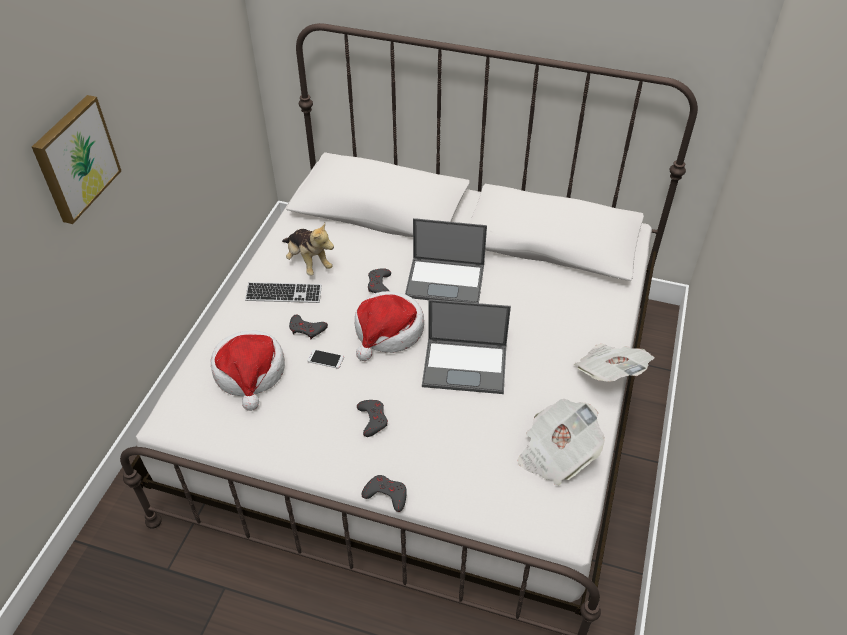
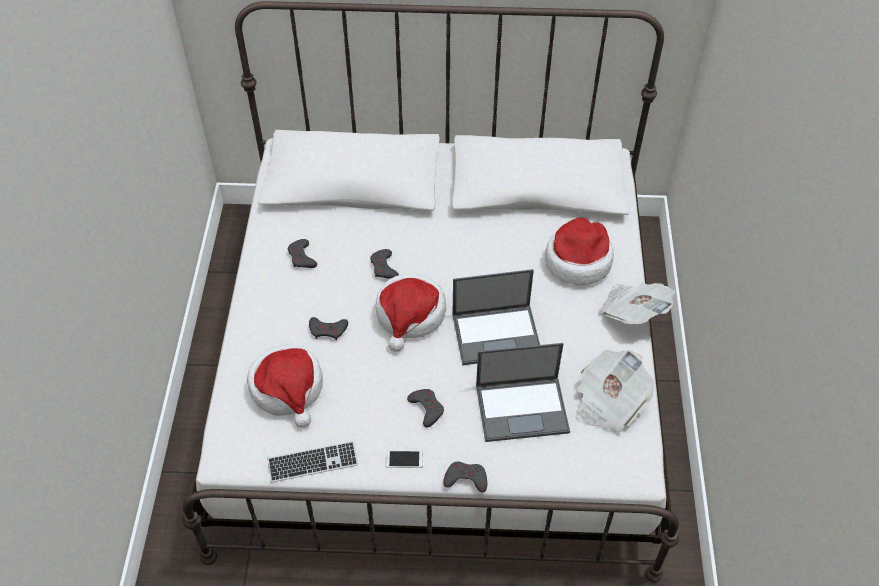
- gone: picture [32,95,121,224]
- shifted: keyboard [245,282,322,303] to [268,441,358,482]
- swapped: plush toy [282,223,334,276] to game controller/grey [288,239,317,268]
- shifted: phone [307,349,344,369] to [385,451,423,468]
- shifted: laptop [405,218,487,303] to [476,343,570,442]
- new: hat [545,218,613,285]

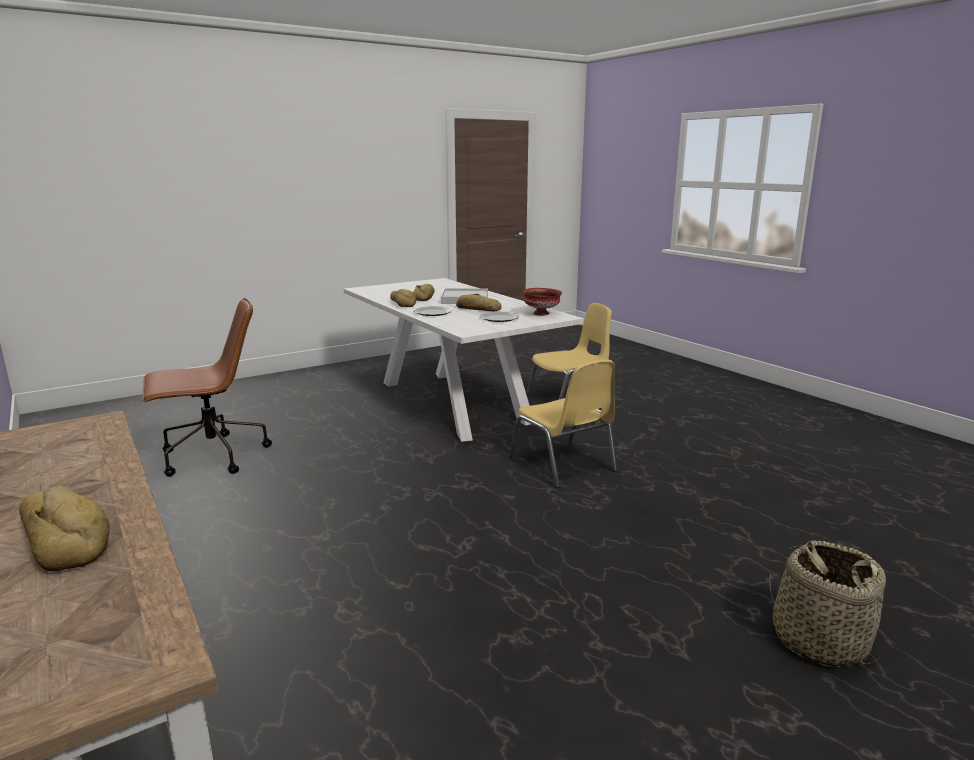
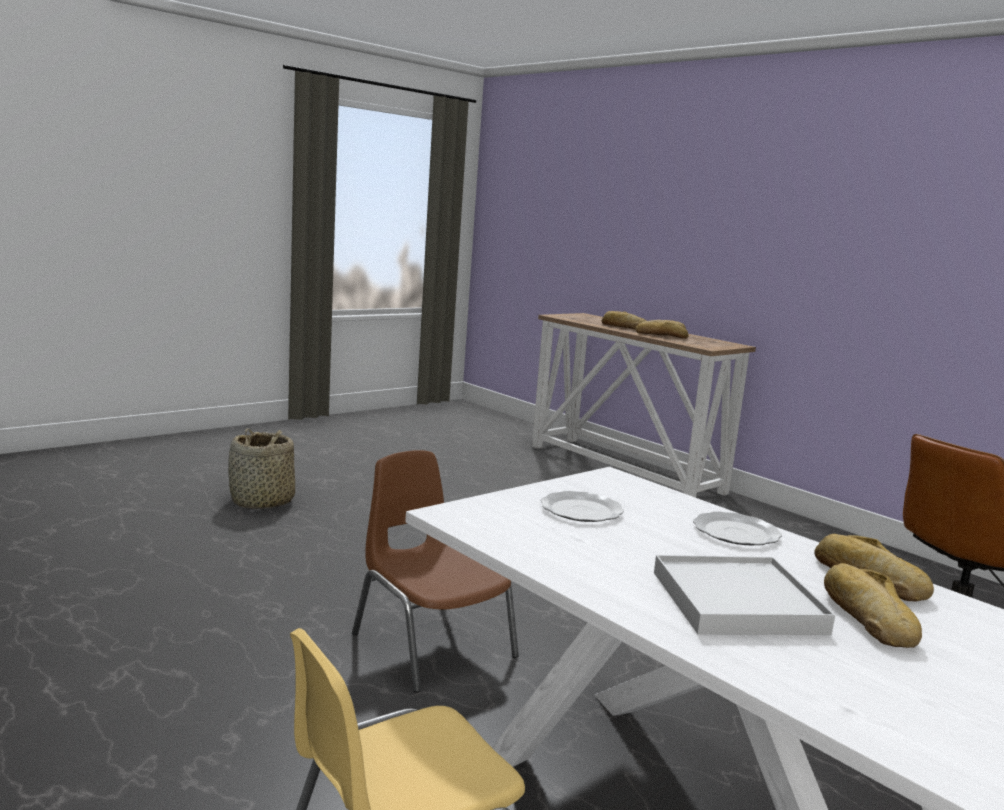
- shifted: bread [456,294,501,312] to [635,320,688,338]
- repainted: chair/yellow [509,359,617,488] to chair/brown [352,450,519,693]
- gone: bowl/red [522,288,562,316]

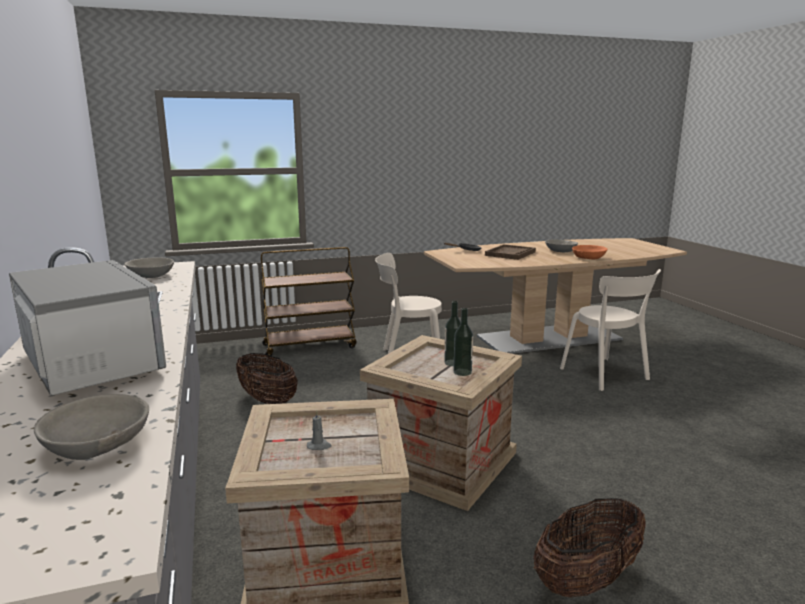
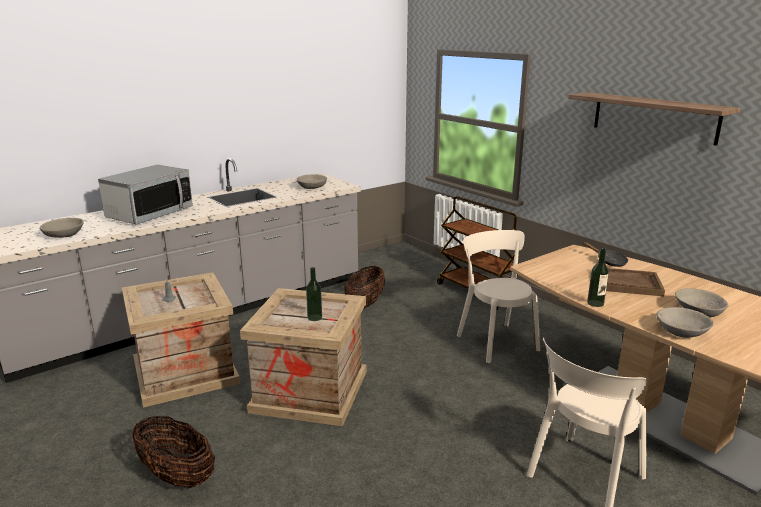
- shifted: bottle [453,308,473,376] to [587,248,609,307]
- repainted: bowl/orange [572,245,608,259] to bowl/grey [656,307,713,338]
- new: shelf [568,92,741,146]

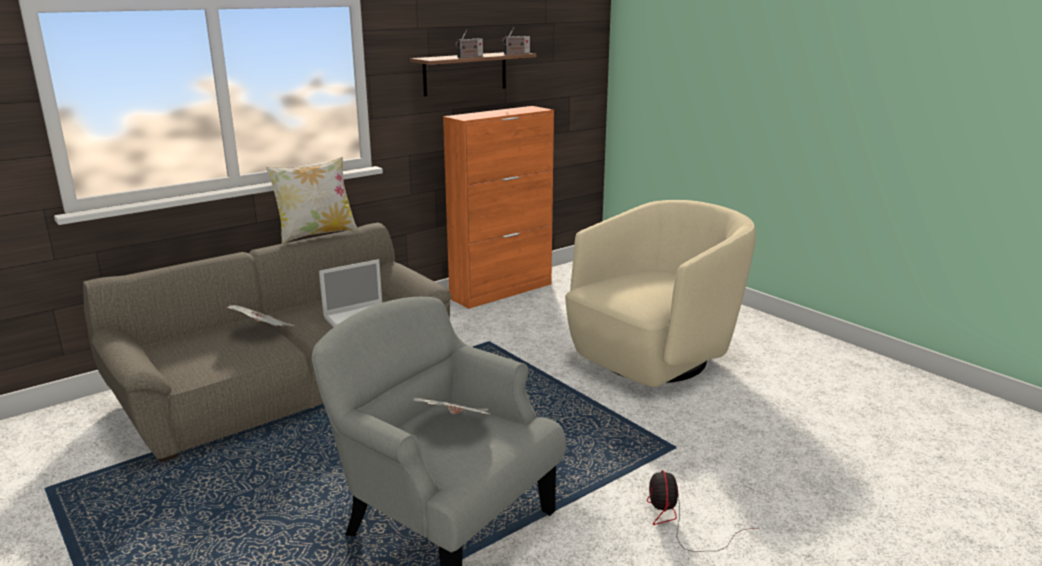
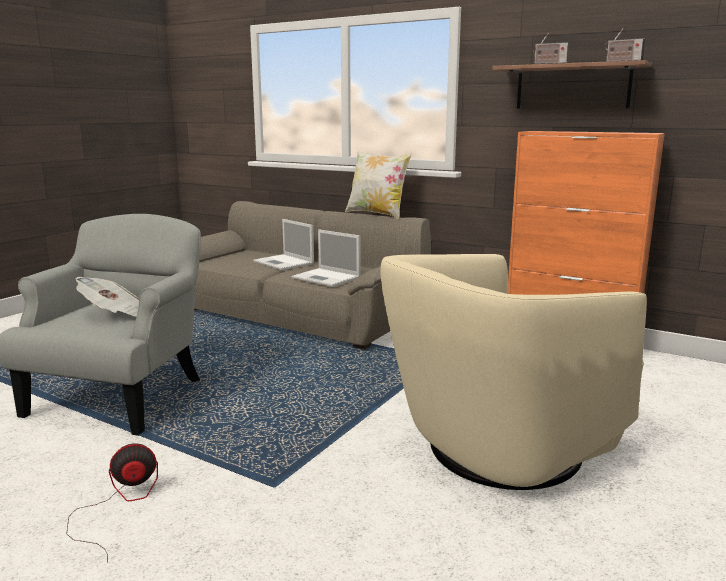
- swapped: newspaper [227,305,294,327] to laptop [253,219,314,271]
- rotated: armchair/beige [565,200,756,387] = [380,254,647,490] 120 degrees clockwise

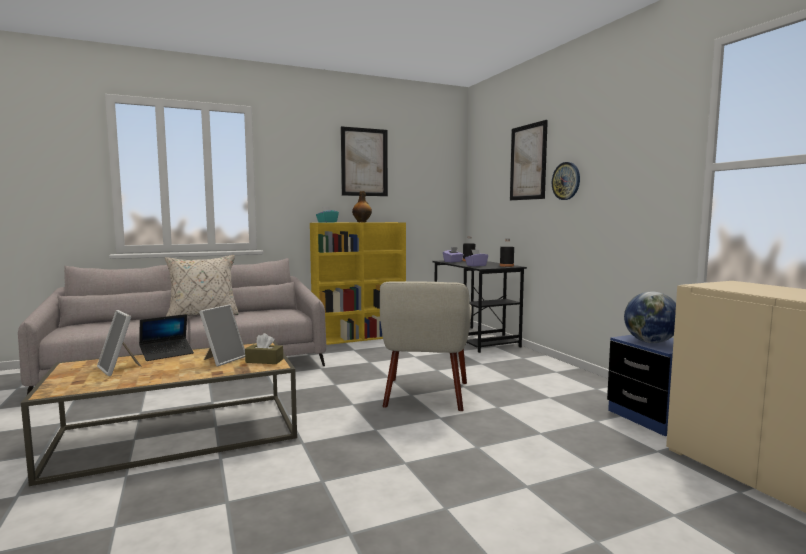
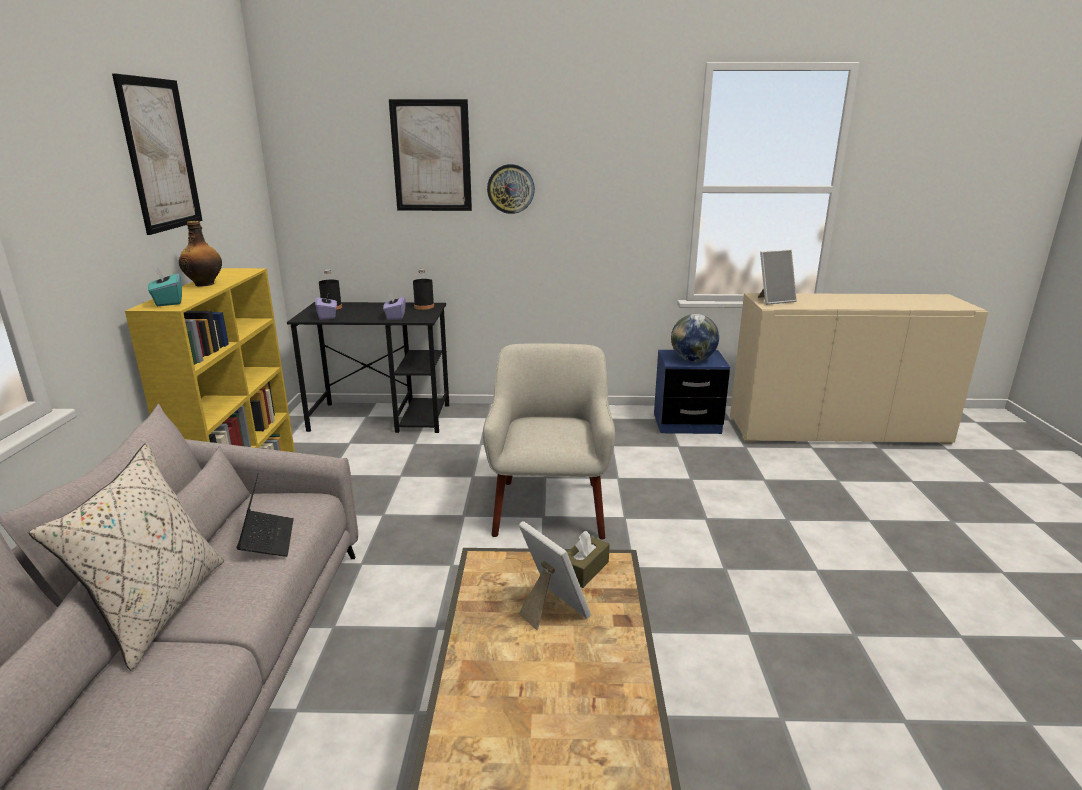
- shifted: picture frame [97,310,142,376] to [758,250,797,305]
- shifted: laptop [139,314,194,361] to [237,473,294,557]
- rotated: armchair/beige [380,281,472,411] = [483,343,615,540] 120 degrees counterclockwise

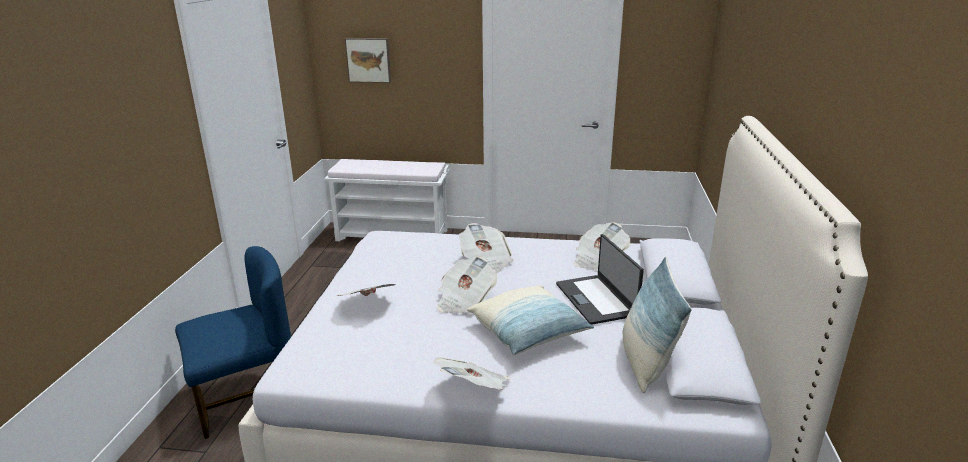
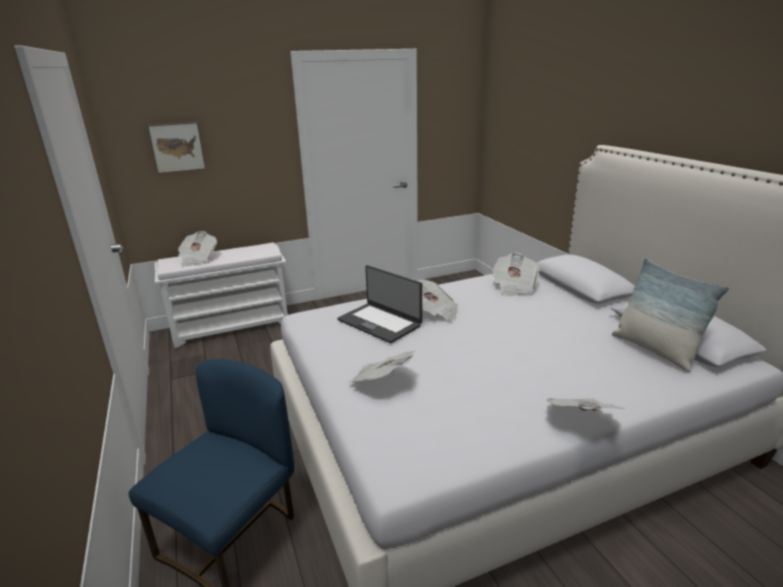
- shifted: newspaper [437,256,497,314] to [178,231,217,267]
- gone: pillow [467,285,594,355]
- shifted: laptop [556,234,644,325] to [337,265,422,343]

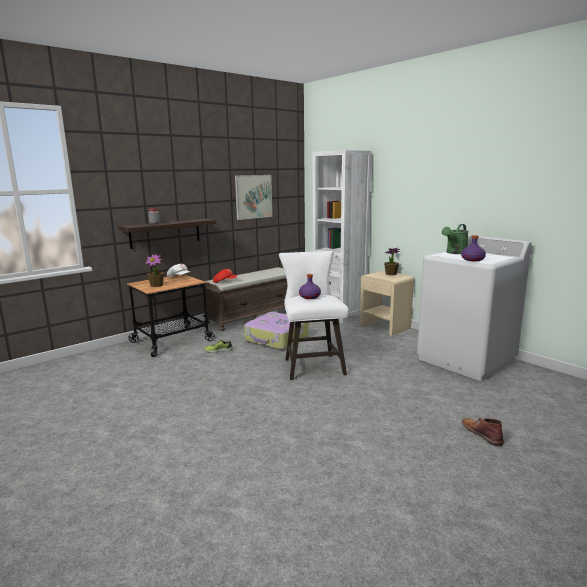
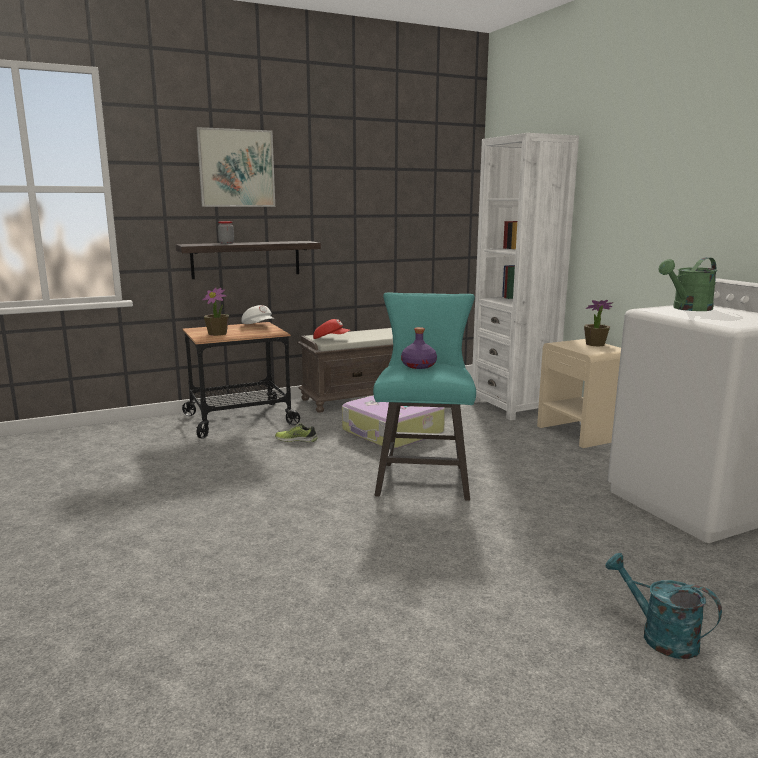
- shifted: picture [235,175,272,220] to [196,127,275,207]
- repainted: stool/white [279,251,349,380] to stool/turquoise [373,293,476,501]
- gone: bottle/purple [461,235,486,261]
- swapped: boot/brown [462,418,504,446] to watering can/turquoise [605,553,722,659]

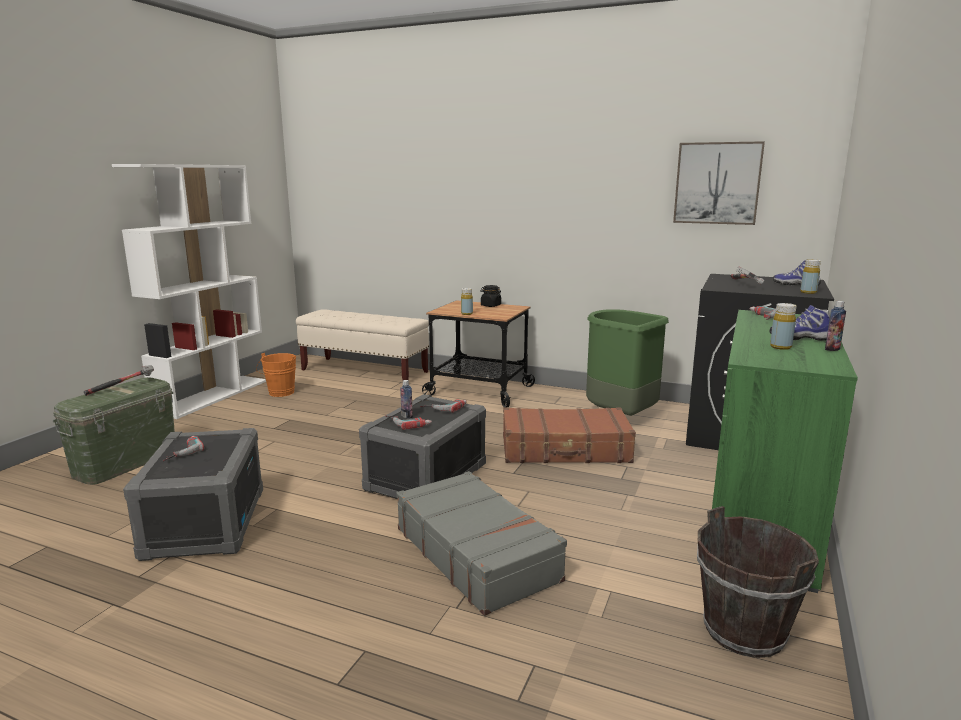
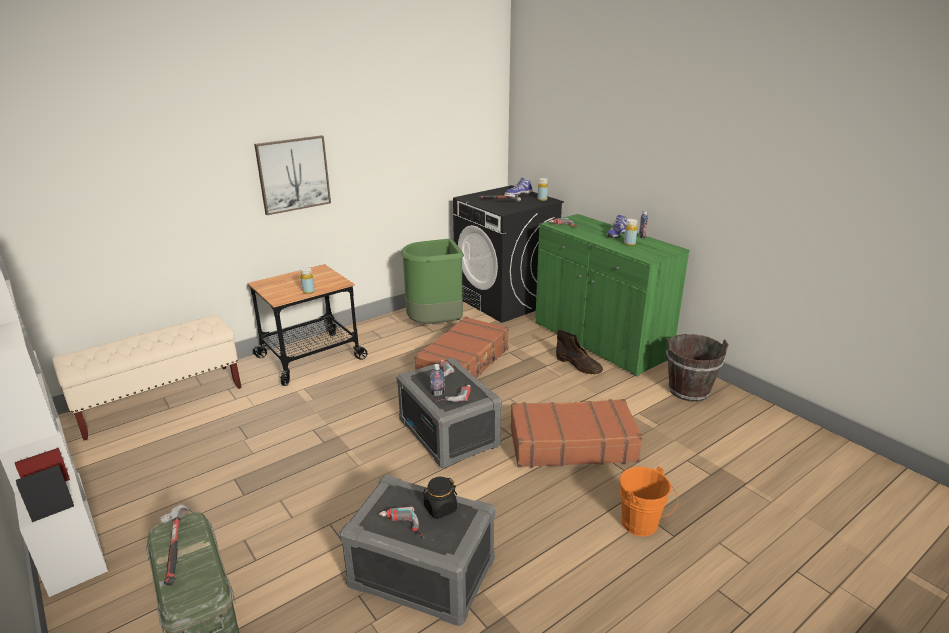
- shifted: bucket/orange [256,353,296,397] to [620,466,678,536]
- repainted: suitcase/grey [396,471,567,616] to suitcase/brown [511,399,643,467]
- shifted: jar/black [480,285,501,307] to [422,477,457,519]
- shifted: picture [673,141,765,225] to [254,135,331,215]
- new: boot/brown [556,329,603,374]

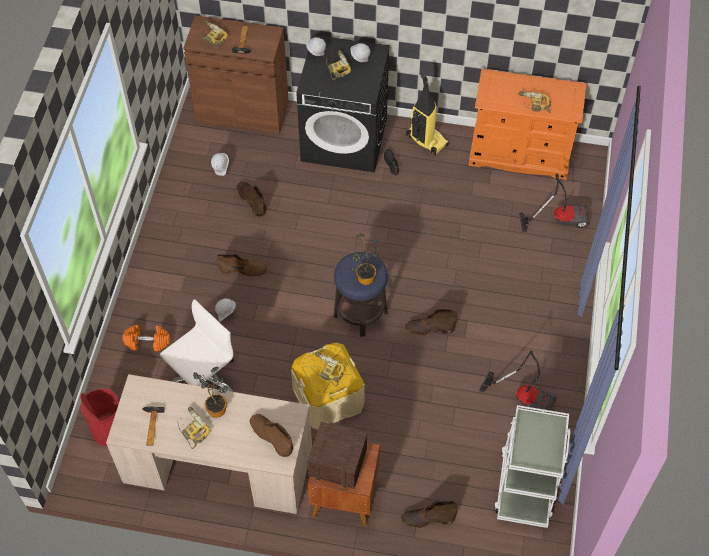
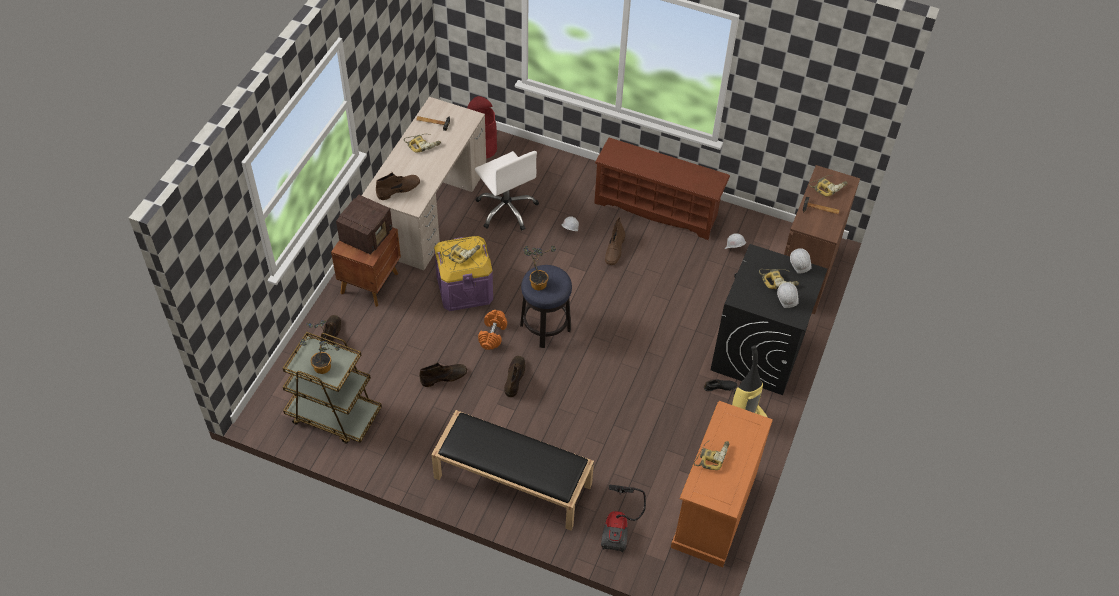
- shifted: dumbbell/orange [123,325,170,351] to [478,310,507,350]
- shifted: potted plant [193,367,228,418] to [300,320,340,374]
- shifted: boot/brown [237,182,266,217] to [419,362,467,387]
- repainted: storage box/beige [291,343,365,430] to storage box/purple [434,236,493,311]
- gone: vacuum cleaner [479,351,556,413]
- repainted: cart/white [494,405,571,528] to cart/brown [283,332,382,444]
- new: bench/black [431,410,594,531]
- new: shoe rack/brown [594,138,730,240]

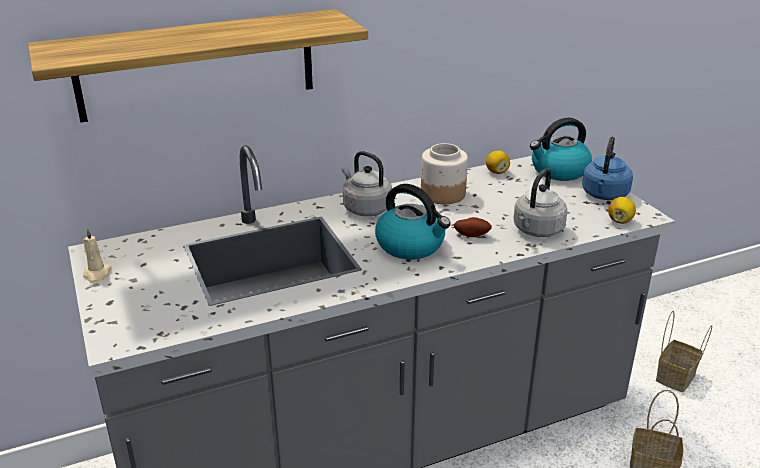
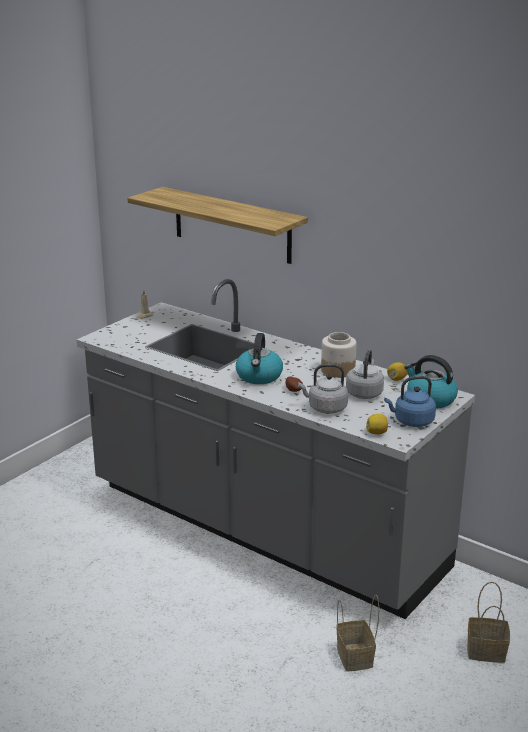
- shifted: kettle/grey [342,151,392,216] to [346,349,384,399]

